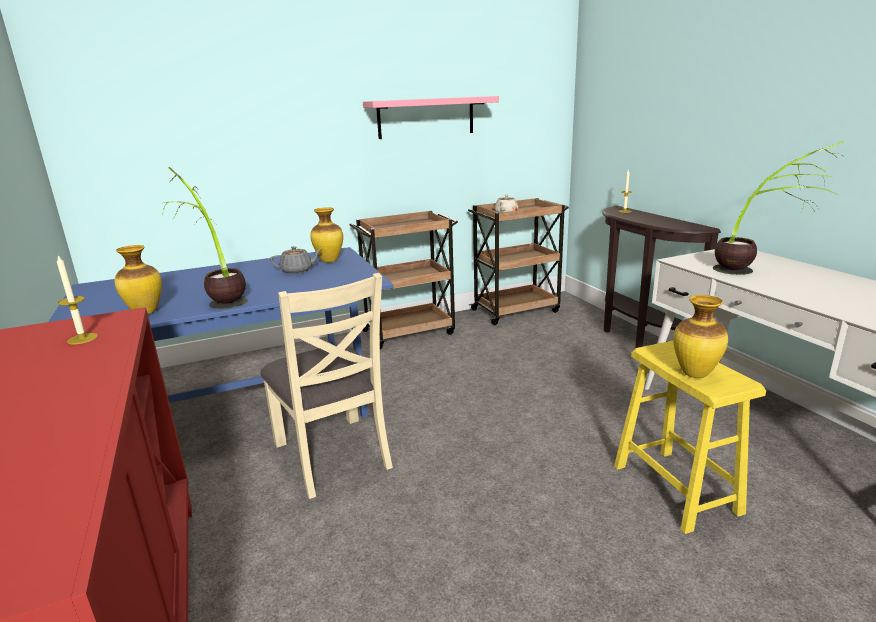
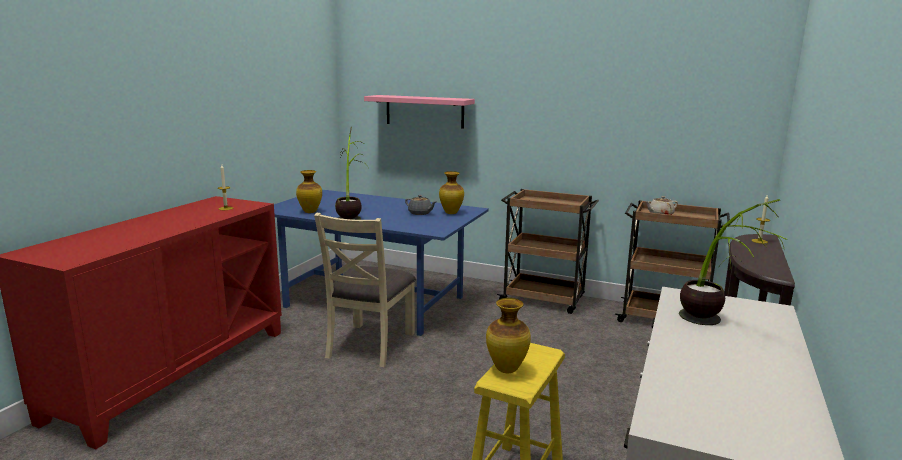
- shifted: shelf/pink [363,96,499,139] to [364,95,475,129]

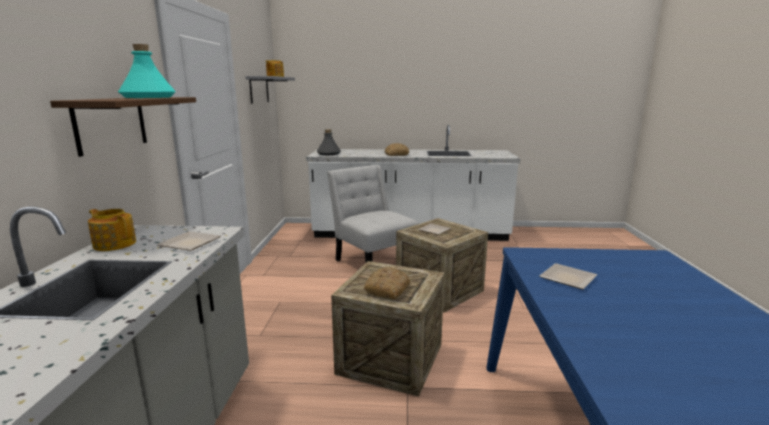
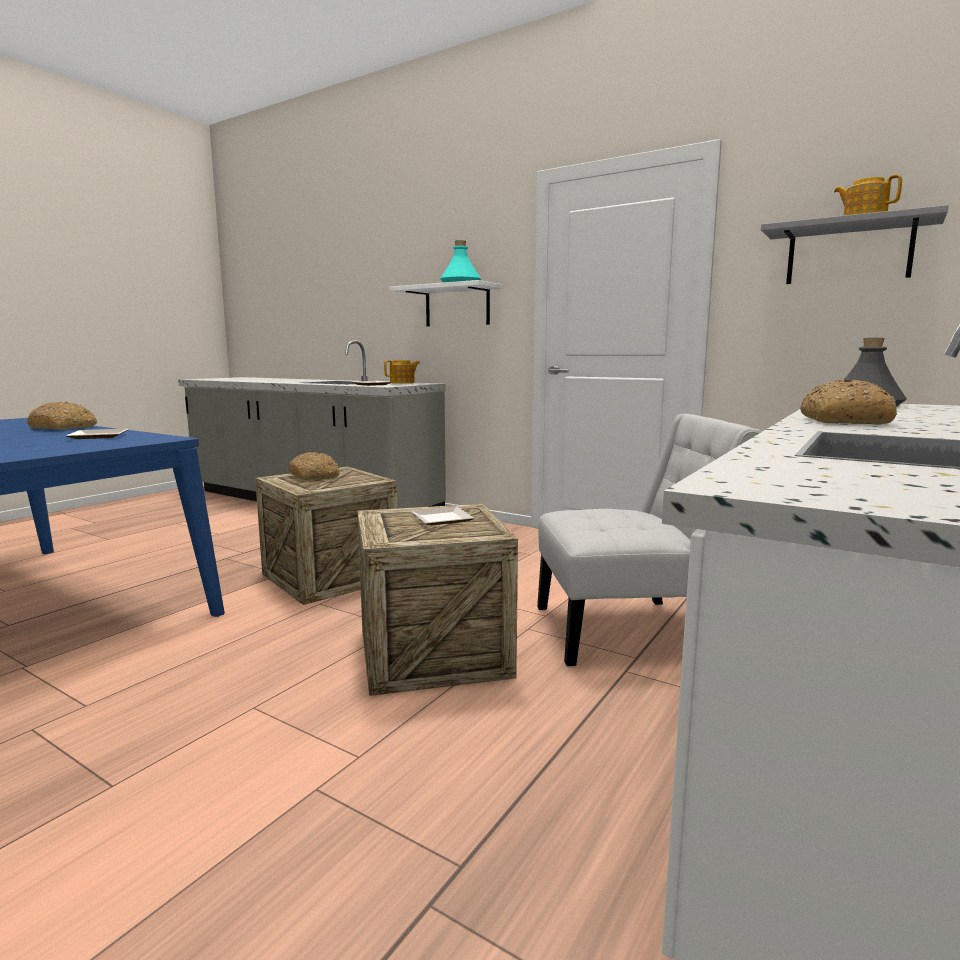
- repainted: shelf/brown [50,97,196,157] to shelf/white [390,280,502,326]
- new: bread [27,402,97,430]

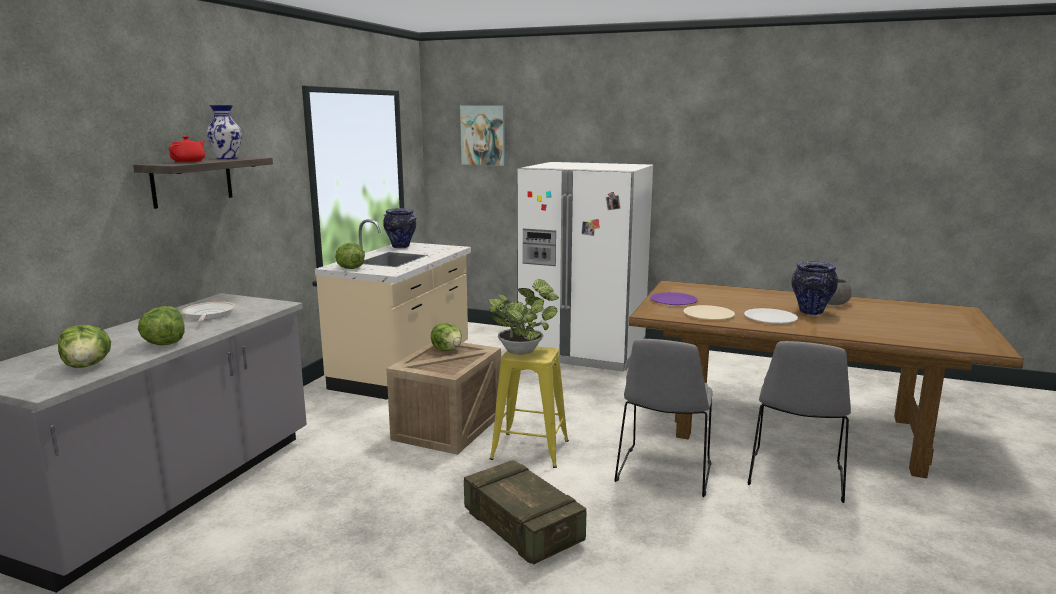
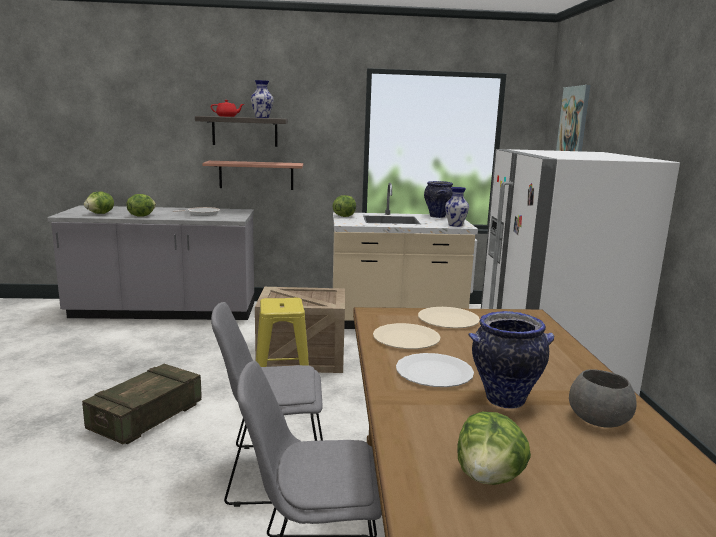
- shifted: lettuce [431,323,462,352] to [457,412,531,485]
- gone: potted plant [488,279,559,355]
- repainted: plate/purple [650,292,698,305] to plate/beige [418,307,480,328]
- new: shelf [202,161,303,190]
- new: vase [445,187,469,227]

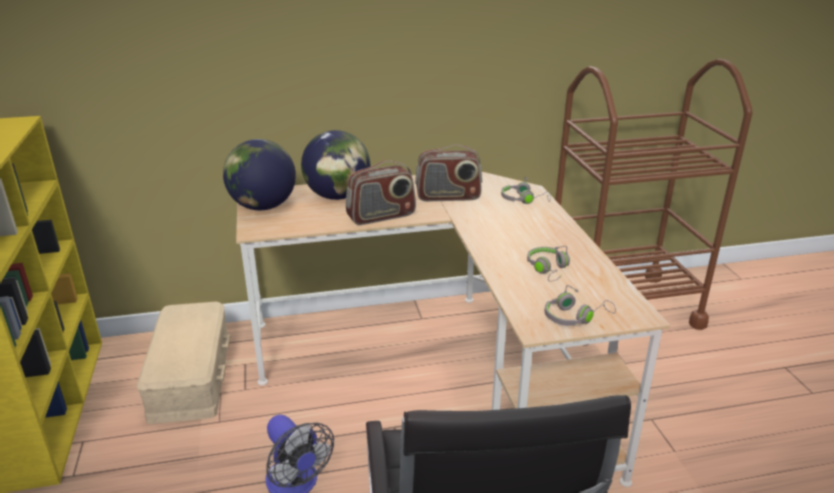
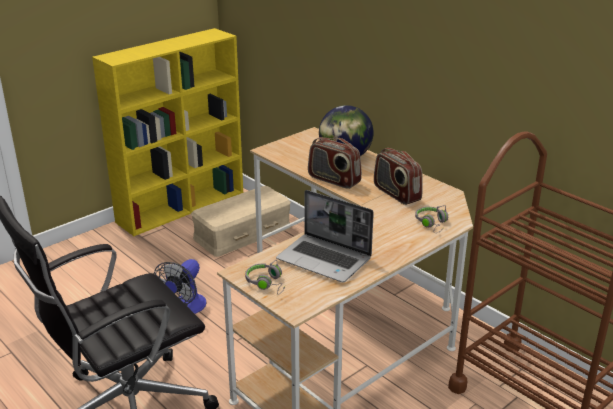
- gone: globe [223,139,296,210]
- swapped: headphones/grey [527,246,570,282] to laptop [276,190,374,282]

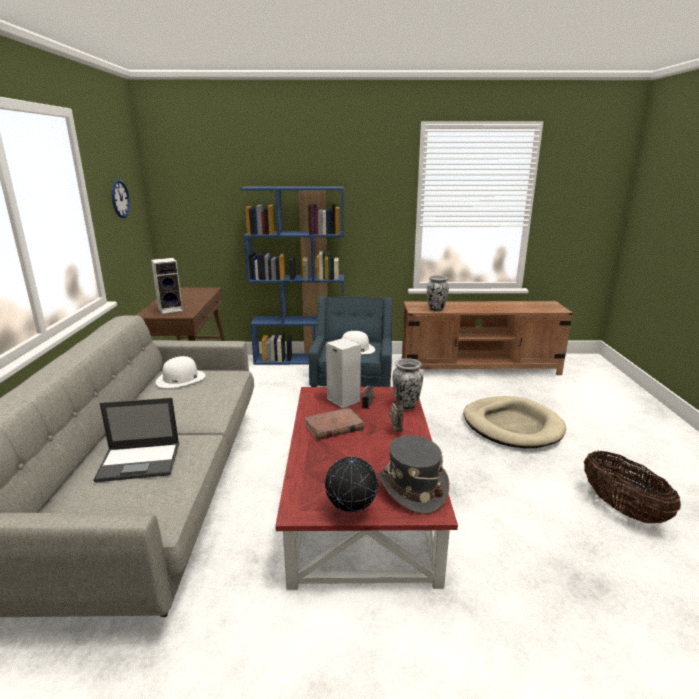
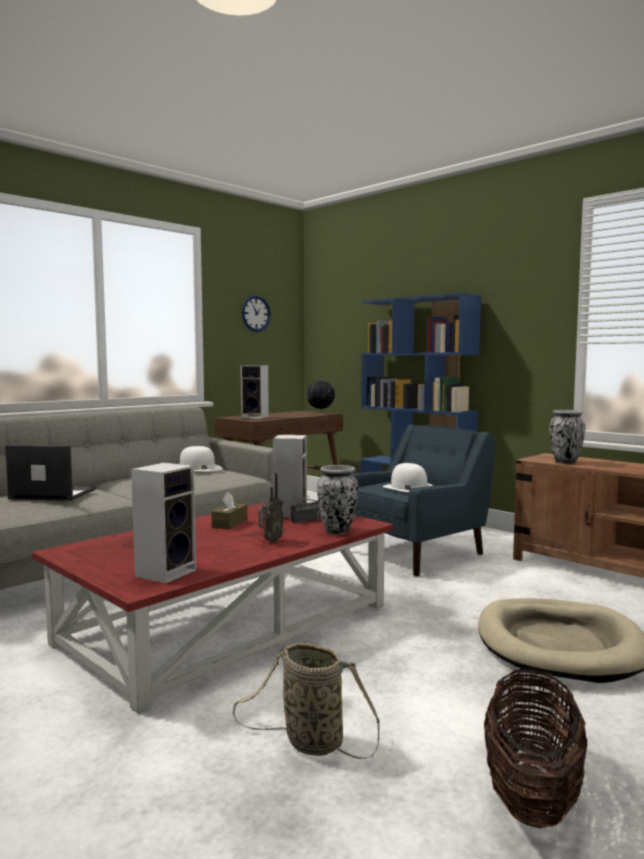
- rotated: laptop [93,398,179,482] = [5,445,96,501] 150 degrees clockwise
- swapped: book/brown [304,408,364,440] to tissue box/brown [211,492,247,530]
- shifted: globe [325,455,378,513] to [307,377,335,413]
- swapped: hat/grey [379,435,449,514] to speaker [131,463,196,584]
- new: basket [233,643,380,759]

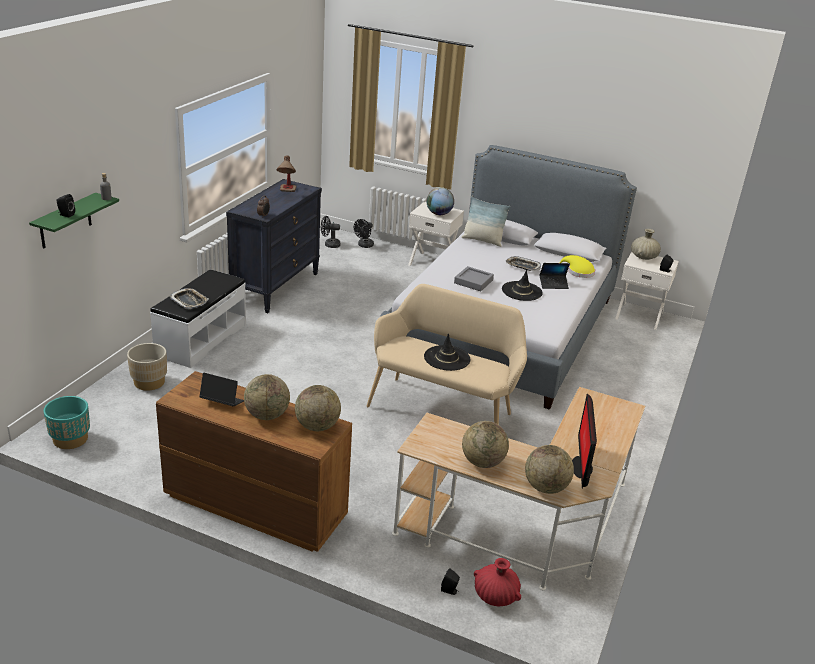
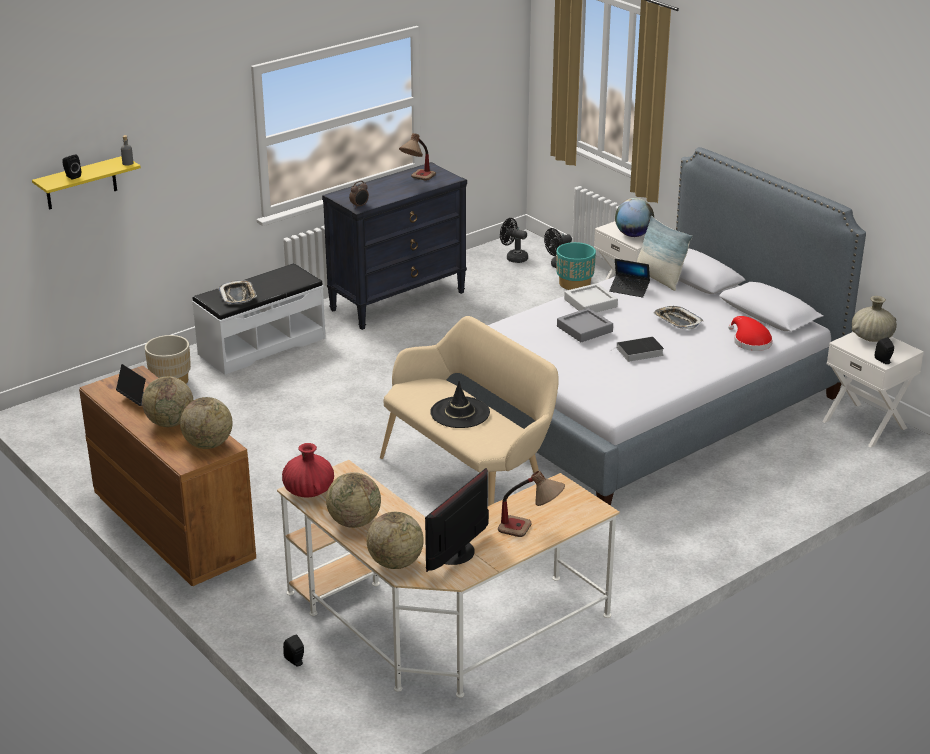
- repainted: shelf/green [29,193,119,249] to shelf/yellow [32,156,141,210]
- shifted: planter/turquoise [44,396,90,449] to [556,242,596,290]
- shifted: vase/red [474,558,521,606] to [282,443,334,497]
- swapped: hat/black [502,270,543,301] to book [611,336,664,362]
- shifted: laptop [539,263,570,289] to [609,259,650,297]
- repainted: hat/yellow [560,255,595,278] to hat/red [728,316,773,351]
- new: table lamp [498,471,565,537]
- new: tray/grey [564,283,618,312]

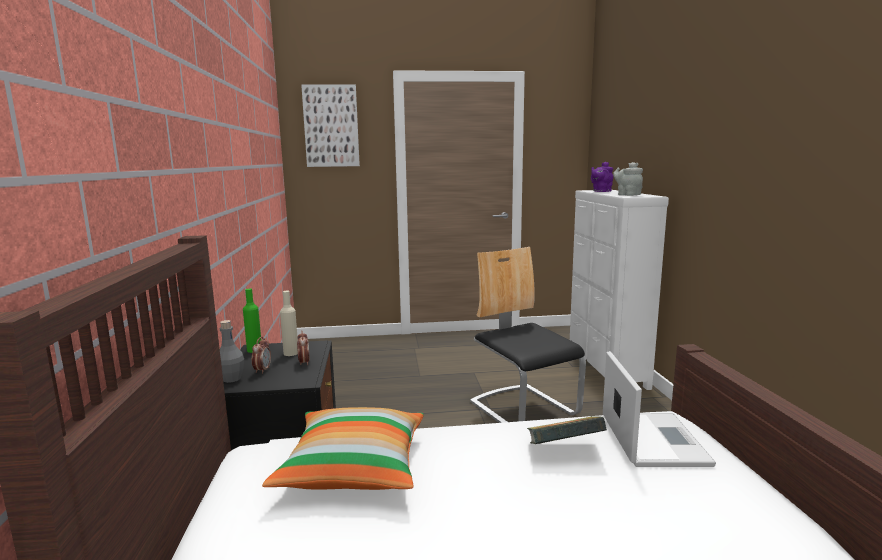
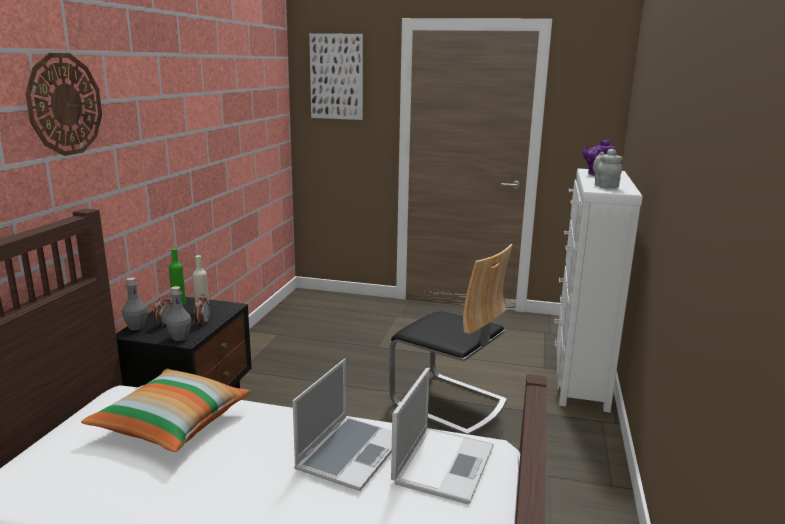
- rotated: chair [470,247,586,423] = [389,244,512,435] 135 degrees clockwise
- swapped: book [527,416,606,444] to laptop [293,358,392,491]
- new: wall clock [25,53,102,156]
- new: bottle/grey [166,286,191,341]

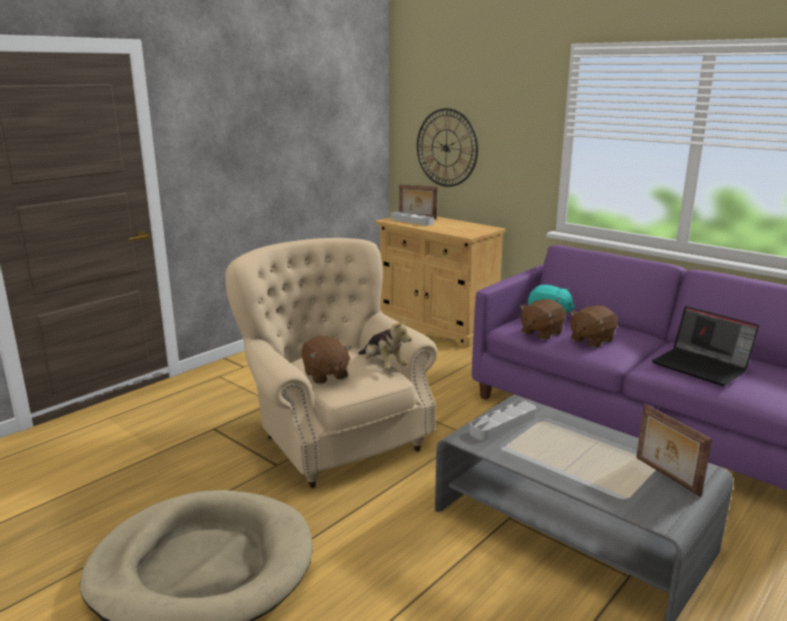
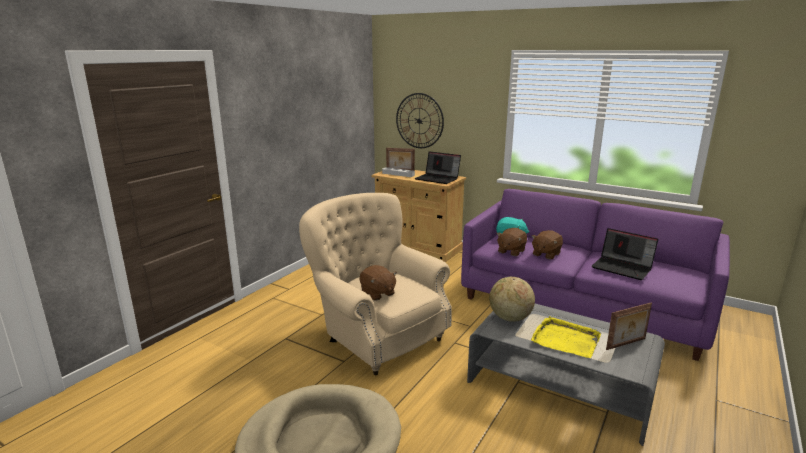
- gone: plush toy [358,316,412,369]
- swapped: tray/grey [470,401,536,440] to globe [489,277,535,322]
- rotated: picture frame [636,404,712,497] = [606,303,652,350] 75 degrees counterclockwise
- new: laptop [415,151,461,184]
- new: tray/yellow [531,316,601,358]

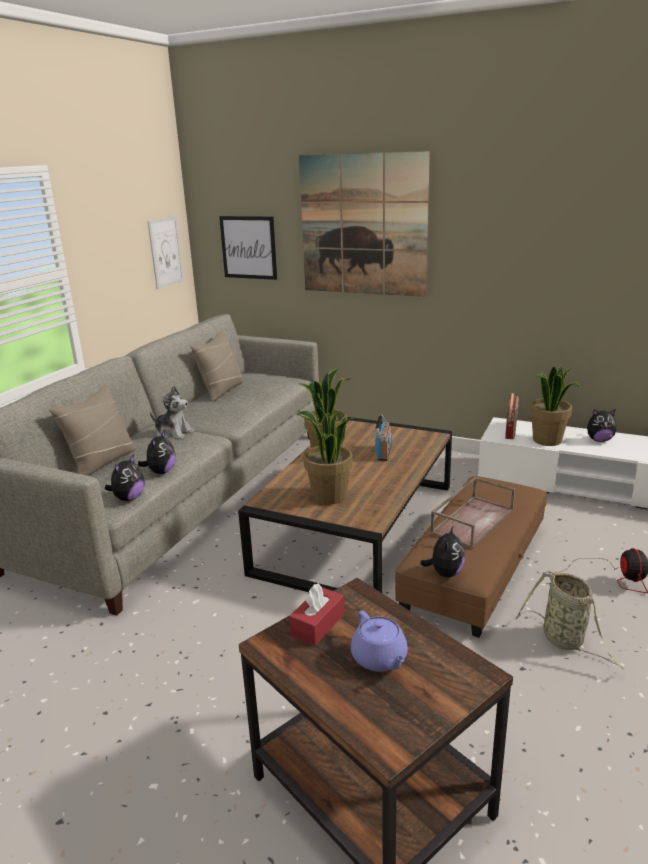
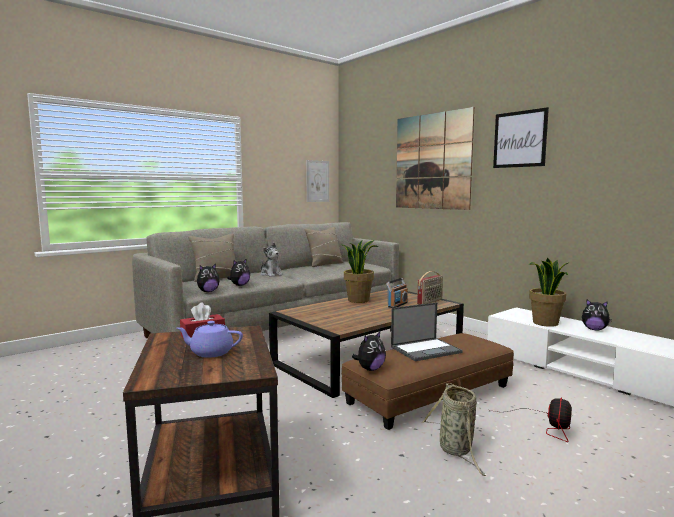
- shifted: picture [219,216,277,280] to [493,107,549,168]
- gone: potted plant [297,408,355,505]
- rotated: teapot/purple [351,610,408,672] = [177,321,243,358] 90 degrees clockwise
- swapped: tray/brown [430,477,515,549] to laptop [391,303,463,361]
- shifted: radio [505,393,519,439] to [417,271,443,305]

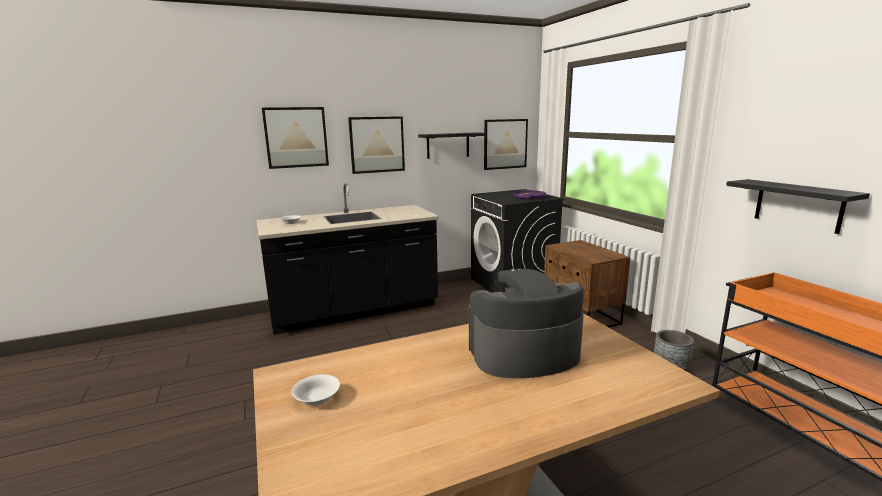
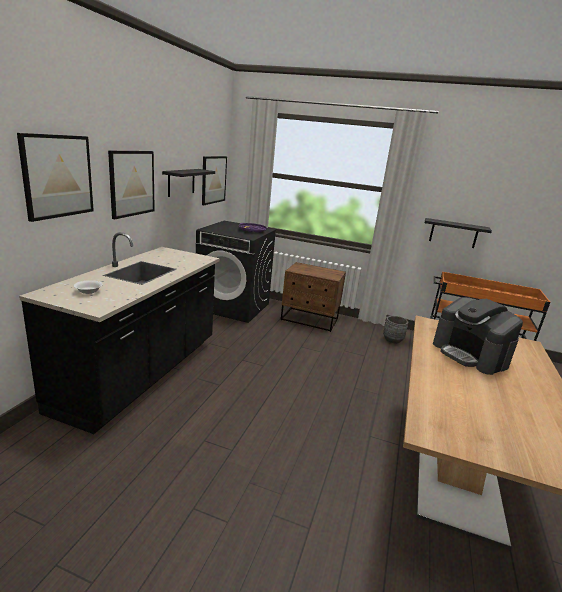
- gone: bowl/white [292,374,340,406]
- rotated: coffee machine [469,268,584,378] = [433,297,523,375] 60 degrees counterclockwise

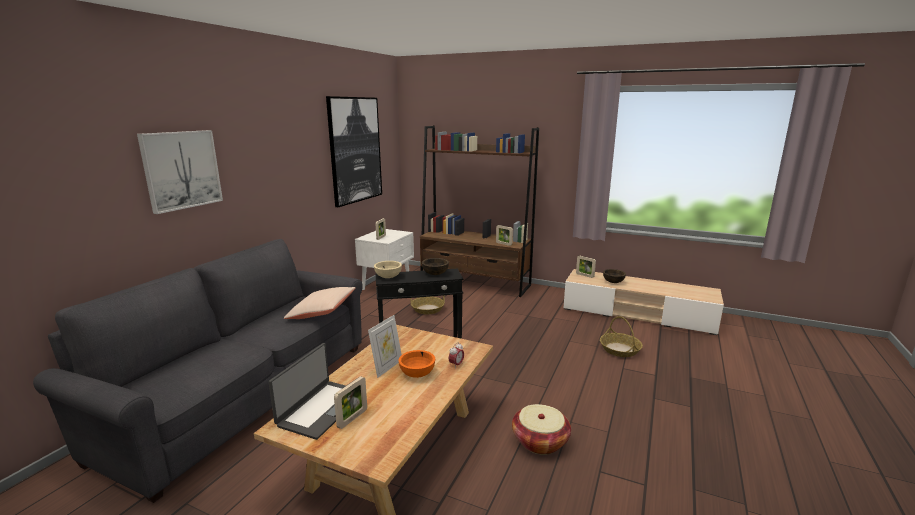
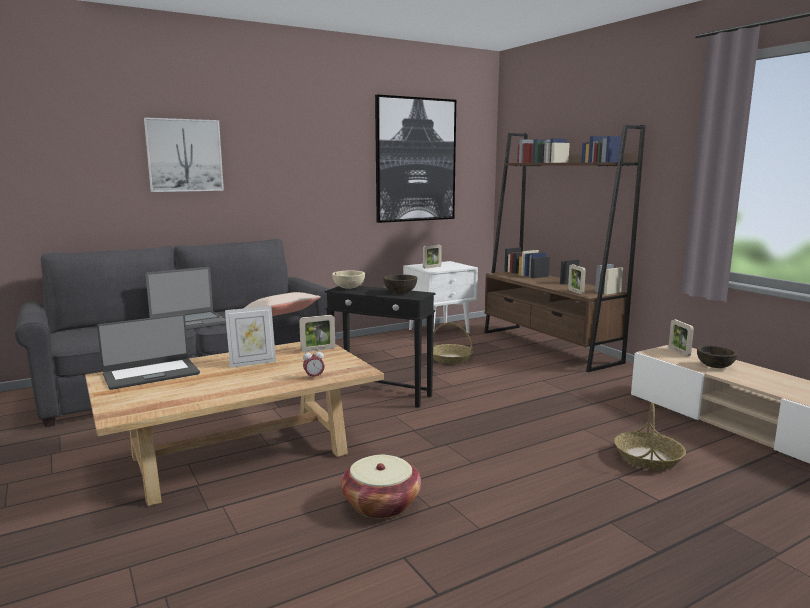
- shifted: picture frame [334,376,367,429] to [299,315,335,352]
- gone: bowl/orange [399,350,435,378]
- new: laptop [146,267,226,330]

